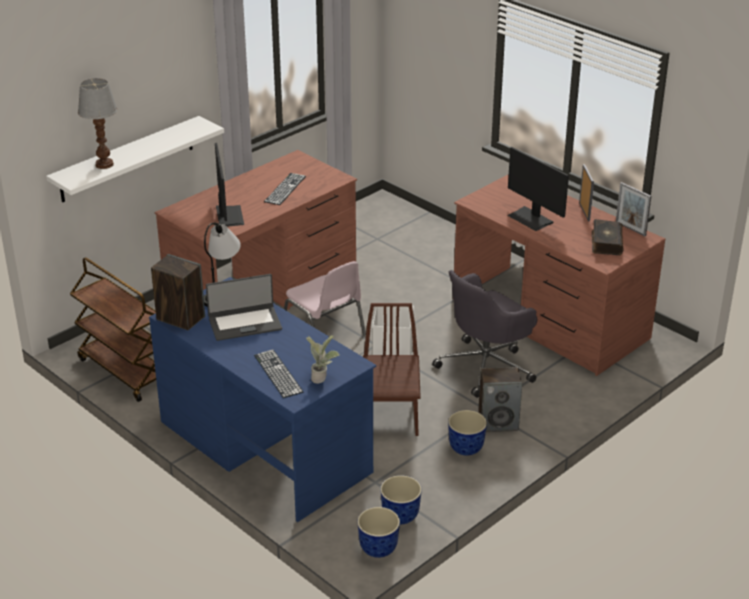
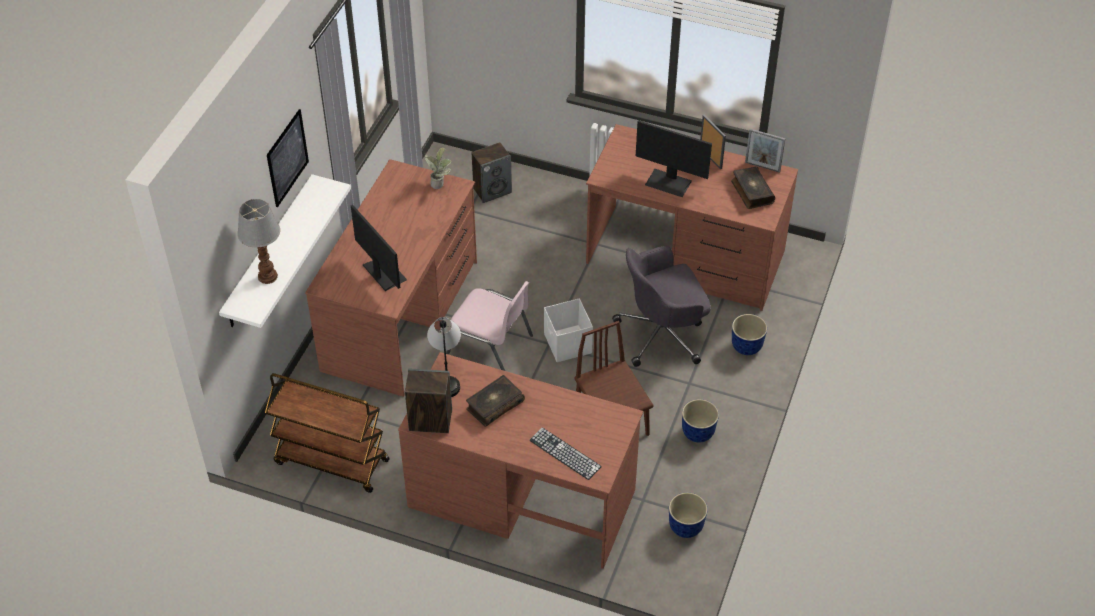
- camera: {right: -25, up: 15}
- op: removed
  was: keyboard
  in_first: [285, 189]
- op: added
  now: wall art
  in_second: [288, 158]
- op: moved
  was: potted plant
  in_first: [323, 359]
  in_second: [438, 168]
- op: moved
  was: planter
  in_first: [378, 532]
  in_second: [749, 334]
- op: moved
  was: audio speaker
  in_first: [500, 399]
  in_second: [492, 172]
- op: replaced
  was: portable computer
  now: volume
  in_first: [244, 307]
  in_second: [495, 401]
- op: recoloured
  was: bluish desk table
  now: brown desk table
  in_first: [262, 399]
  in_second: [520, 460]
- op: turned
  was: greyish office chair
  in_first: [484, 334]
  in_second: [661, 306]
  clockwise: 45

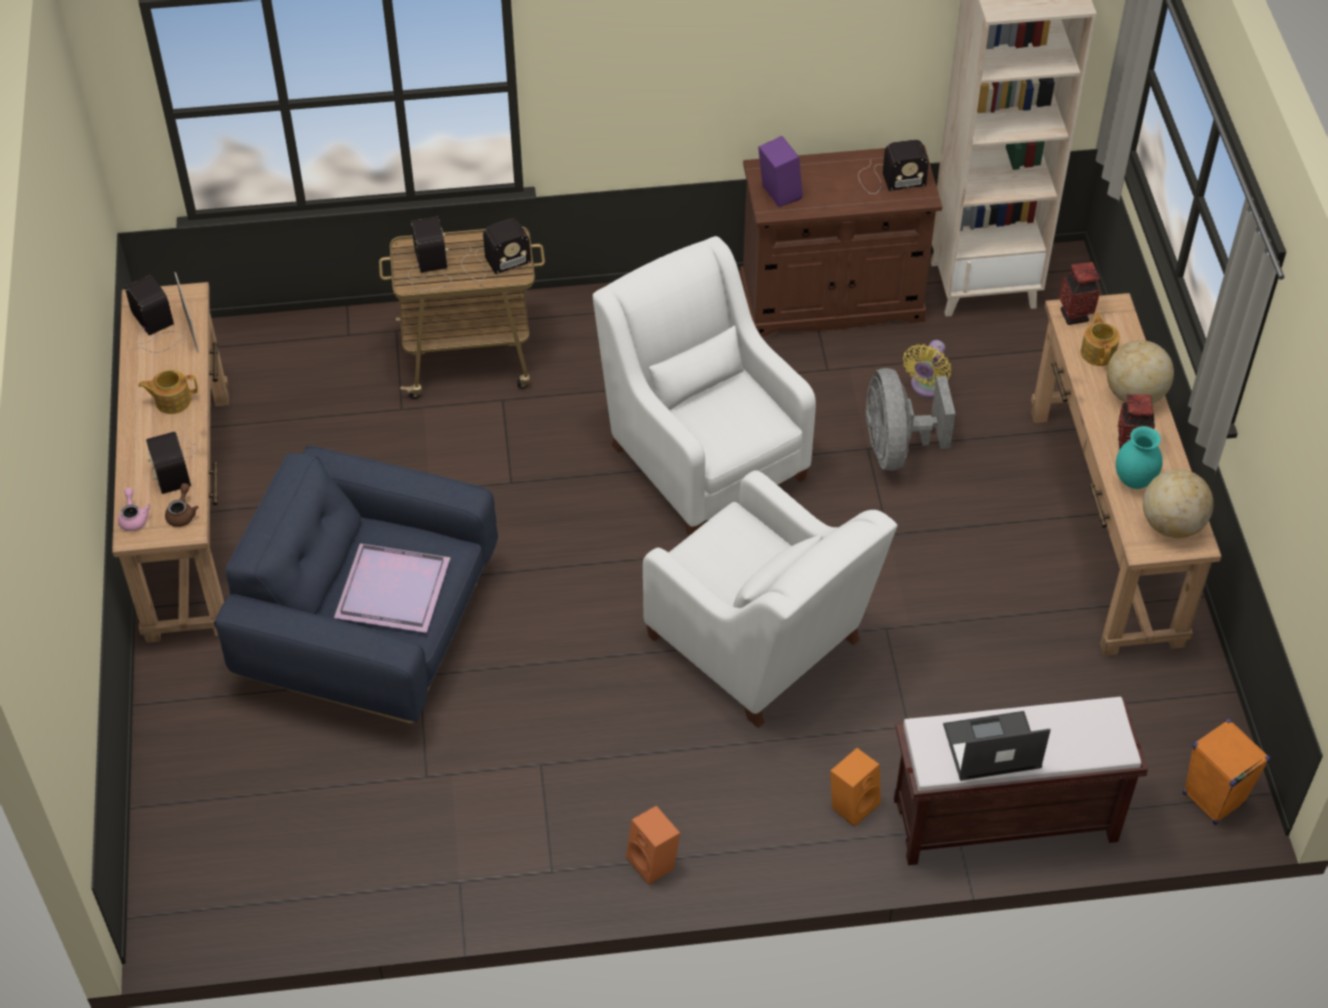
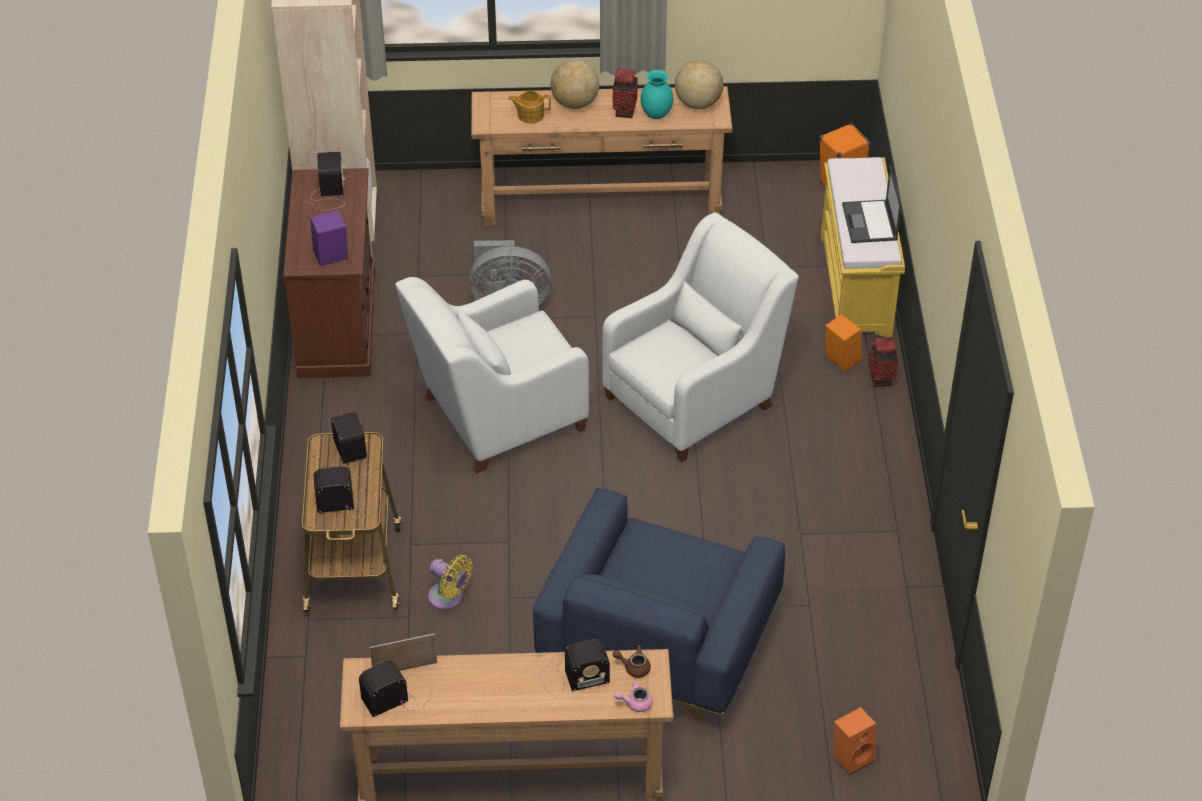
- camera: {right: -85, up: -5}
- op: removed
  was: teapot
  in_first: [168, 392]
- op: removed
  was: purple-coloured carrying tray
  in_first: [392, 588]
- op: moved
  was: orangey audio speaker
  in_first: [653, 845]
  in_second: [855, 741]
- op: moved
  was: yellow fan
  in_first: [927, 369]
  in_second: [450, 582]
- op: moved
  was: vase
  in_first: [1079, 293]
  in_second: [883, 362]
- op: recoloured
  was: brown bench
  now: yellow bench
  in_first: [1021, 781]
  in_second: [863, 247]

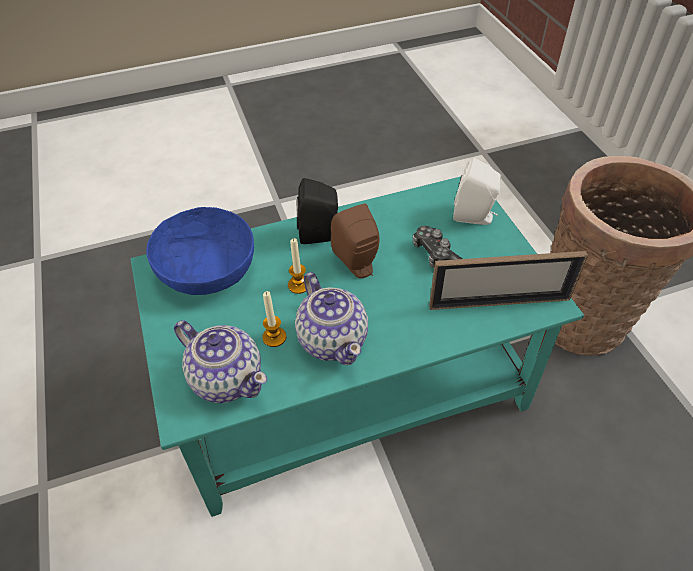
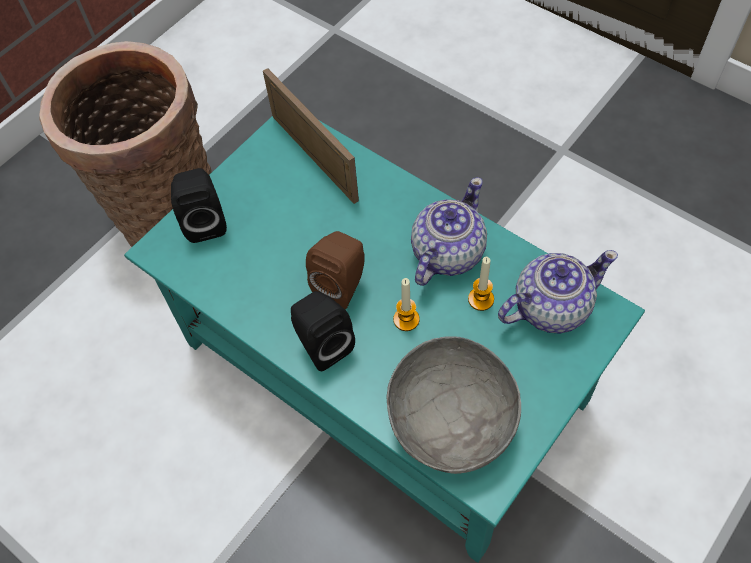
- camera: {right: -120, up: 10}
- op: removed
  was: game controller
  in_first: [437, 246]
- op: recoloured
  was: bluish bowl
  now: greyish bowl
  in_first: [200, 251]
  in_second: [453, 405]
- op: recoloured
  was: whitish audio speaker
  now: black-coloured audio speaker
  in_first: [477, 191]
  in_second: [199, 205]
- op: turned
  was: teapot
  in_first: [220, 361]
  in_second: [558, 292]
  clockwise: 60

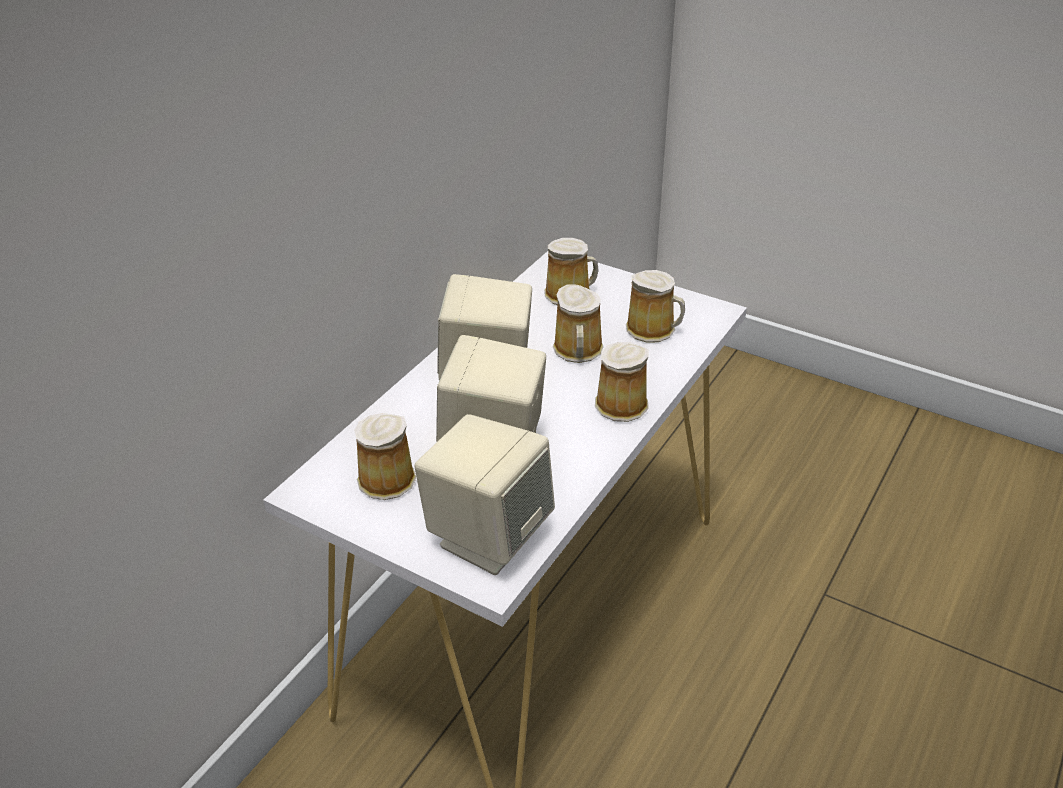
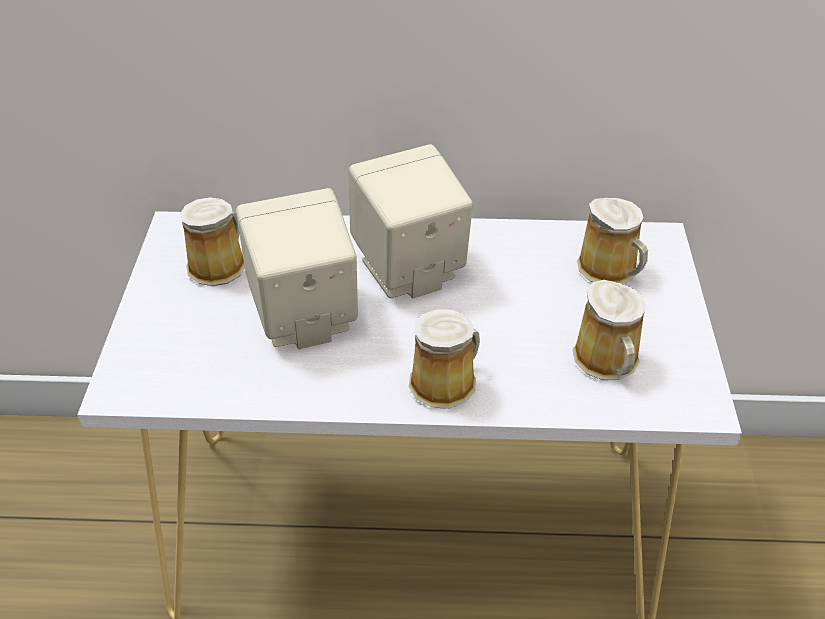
- camera: {right: 60, up: 5}
- op: removed
  was: sand-coloured audio speaker
  in_first: [485, 494]
- op: removed
  was: mug
  in_first: [578, 323]

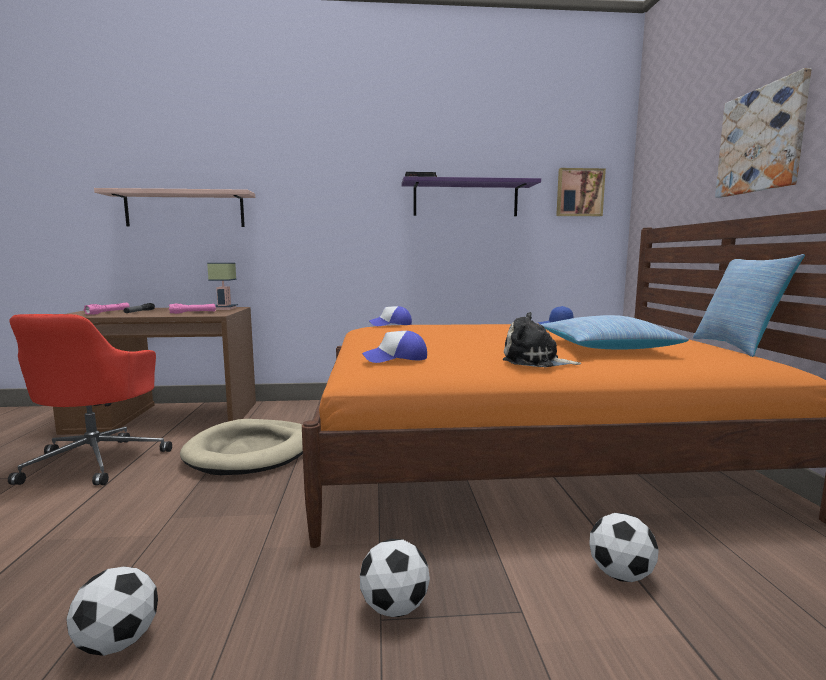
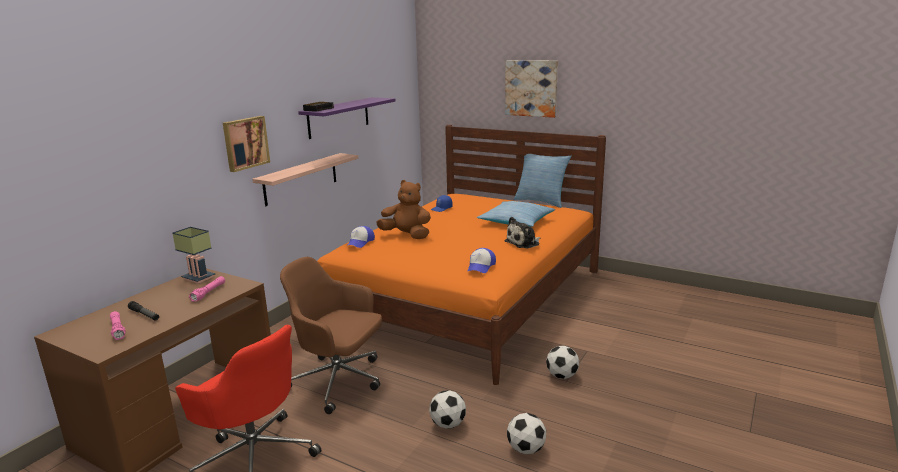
- camera: {right: -55, up: 10}
- op: added
  now: brown plush toy
  in_second: [403, 209]
- op: moved
  was: wall shelf
  in_first: [174, 207]
  in_second: [305, 179]
- op: moved
  was: wall art
  in_first: [581, 192]
  in_second: [246, 144]
- op: moved
  was: football
  in_first: [624, 547]
  in_second: [447, 409]
- op: replaced
  was: sand-coloured dog cushion
  now: brown office chair
  in_first: [241, 447]
  in_second: [331, 335]

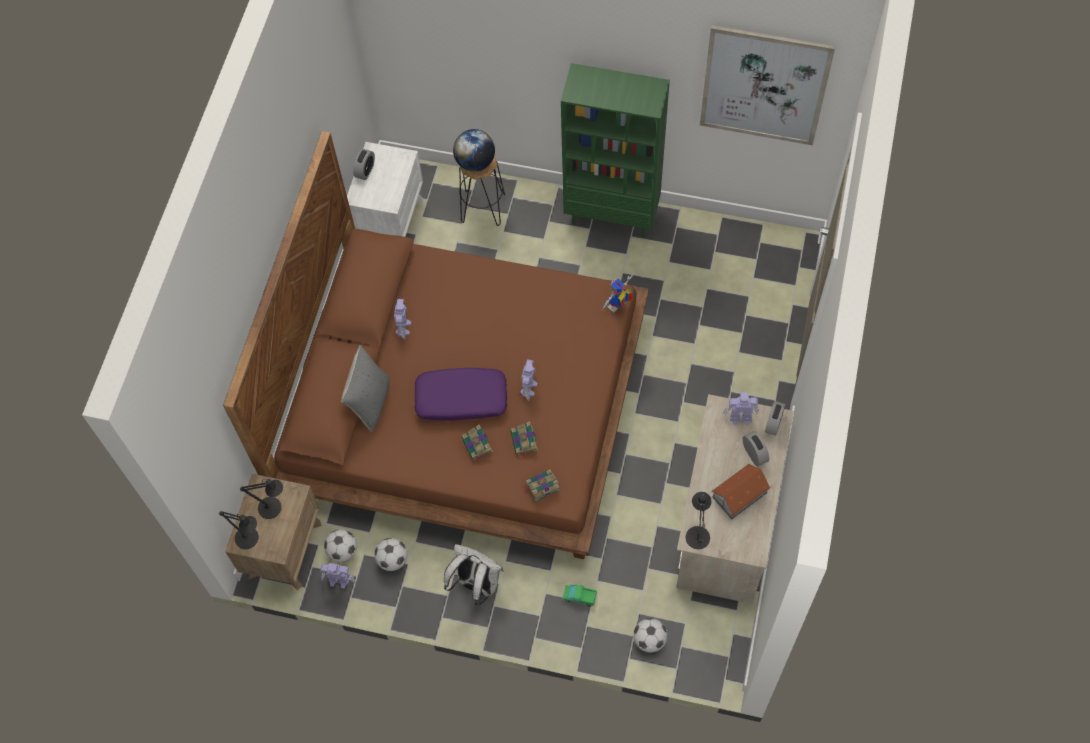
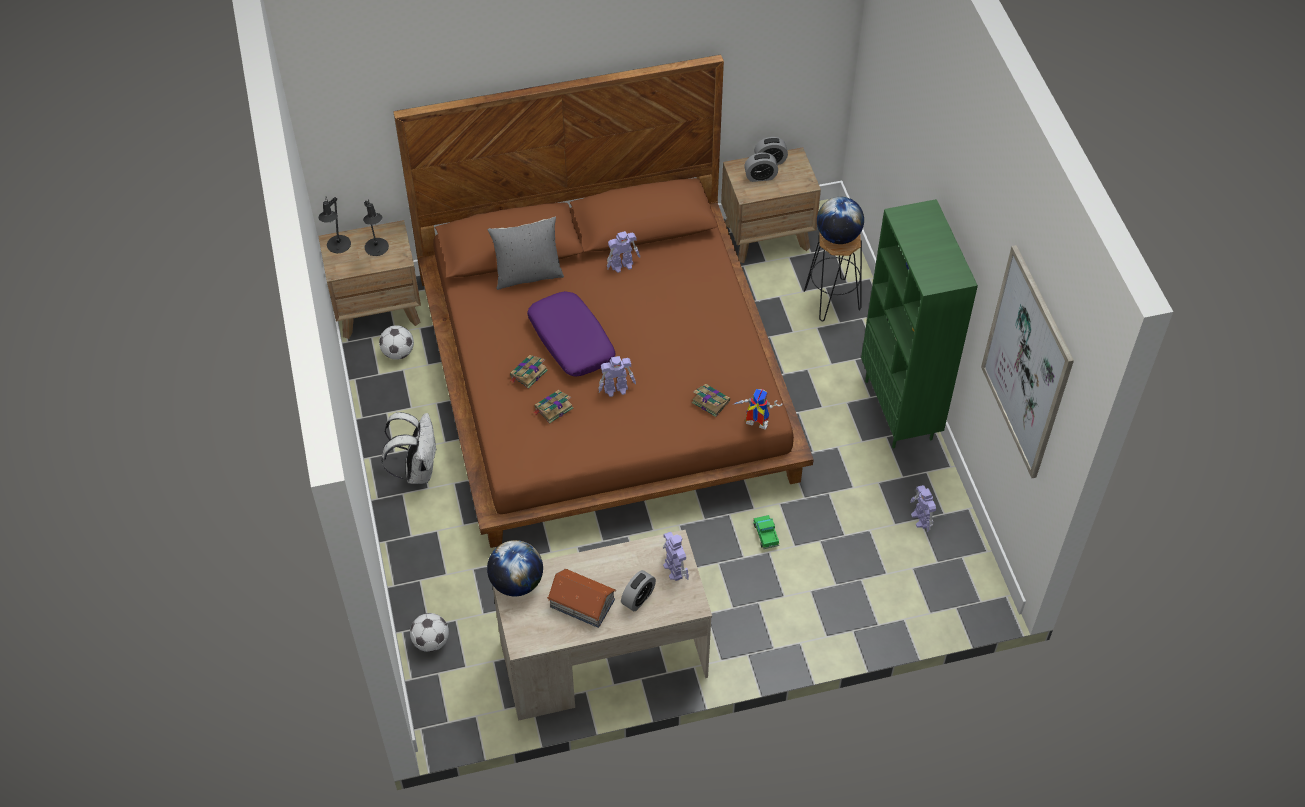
- camera: {right: 60, up: -10}
- op: removed
  was: football
  in_first: [391, 554]
- op: moved
  was: toy robot
  in_first: [337, 575]
  in_second: [923, 508]
- op: moved
  was: volume
  in_first: [541, 485]
  in_second: [711, 400]
- op: moved
  was: toy truck
  in_first: [579, 596]
  in_second: [766, 532]
- op: moved
  was: table clock
  in_first: [775, 418]
  in_second: [761, 167]
- op: replaced
  was: black-coloured table lamp
  now: desk globe
  in_first: [698, 520]
  in_second: [515, 568]
- op: recoloured
  was: whitish night table
  now: brown night table
  in_first: [385, 189]
  in_second: [771, 205]

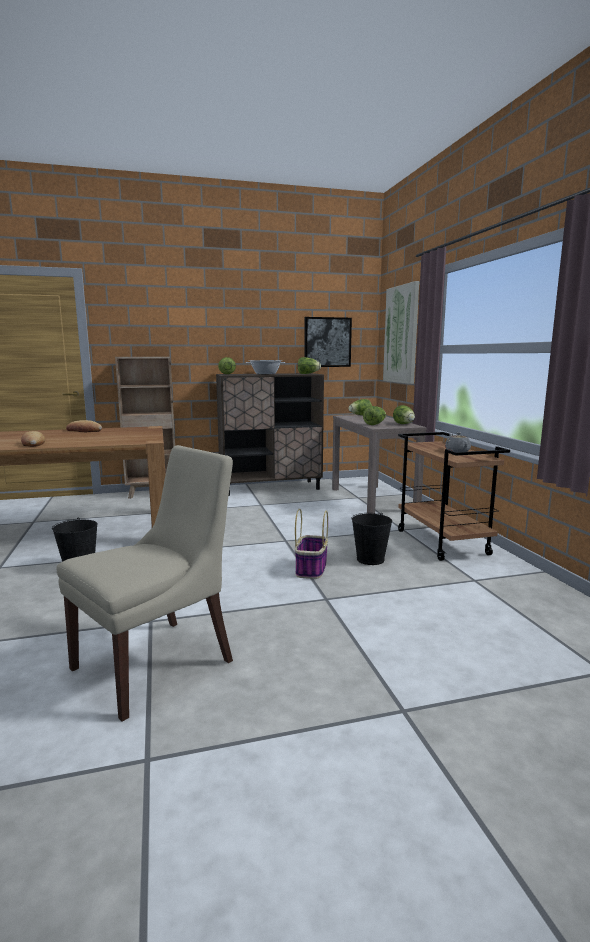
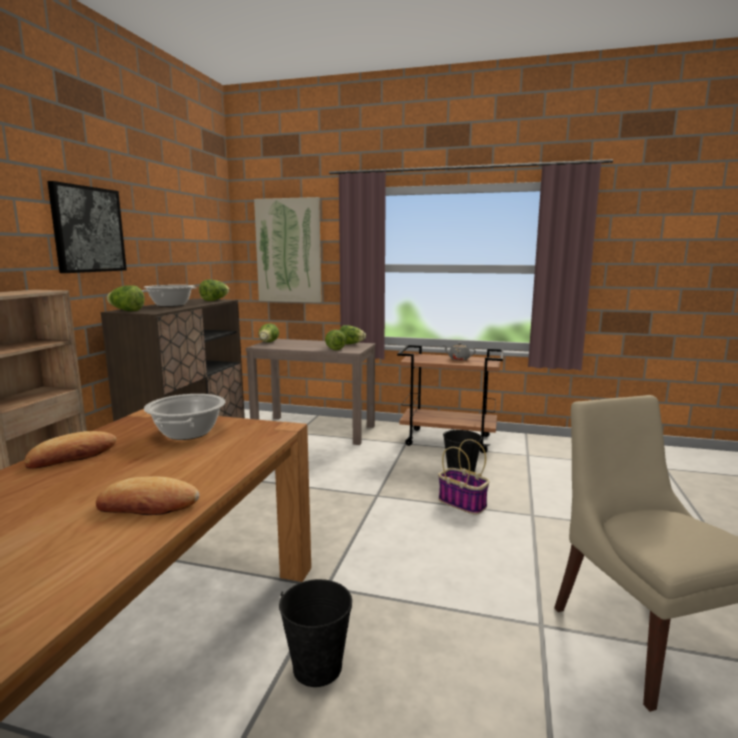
- camera: {right: -60, up: 0}
- op: added
  now: stockpot
  in_second: [184, 417]
- op: moved
  was: wall art
  in_first: [328, 342]
  in_second: [87, 227]

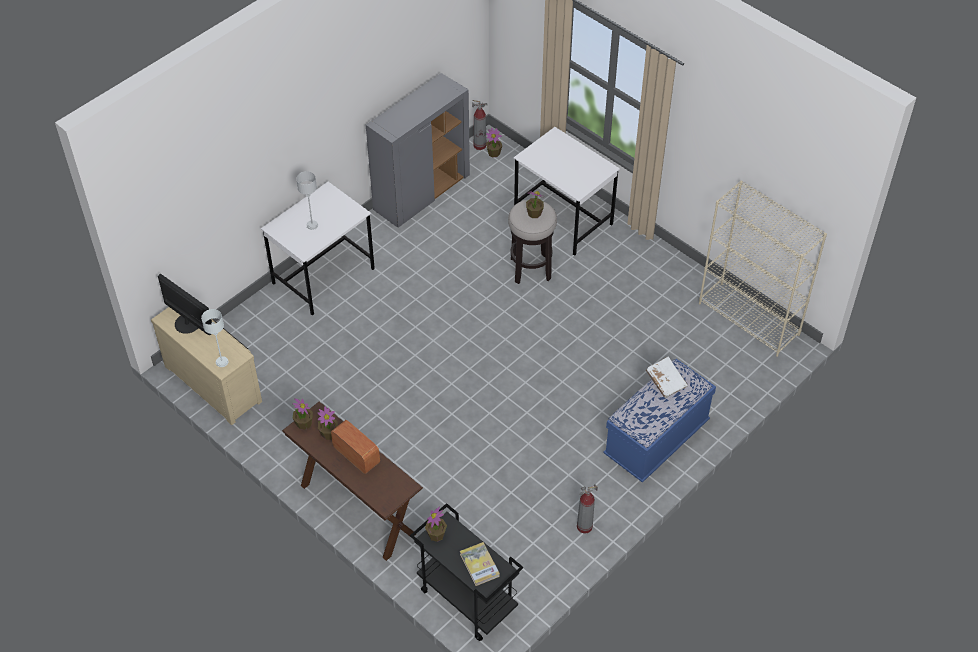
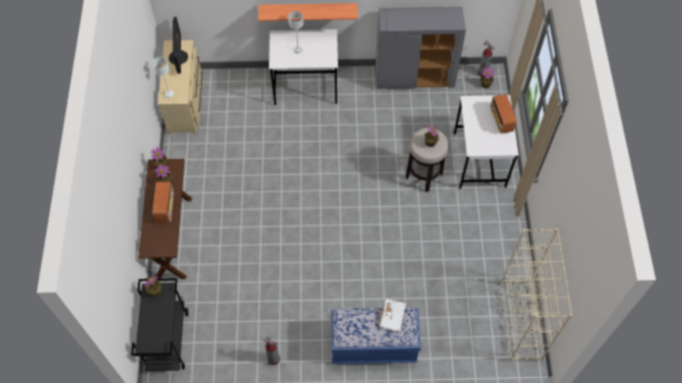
- camera: {right: 45, up: 10}
- op: removed
  was: volume
  in_first: [480, 564]
- op: added
  now: wall shelf
  in_second: [308, 12]
- op: added
  now: radio receiver
  in_second: [503, 114]

